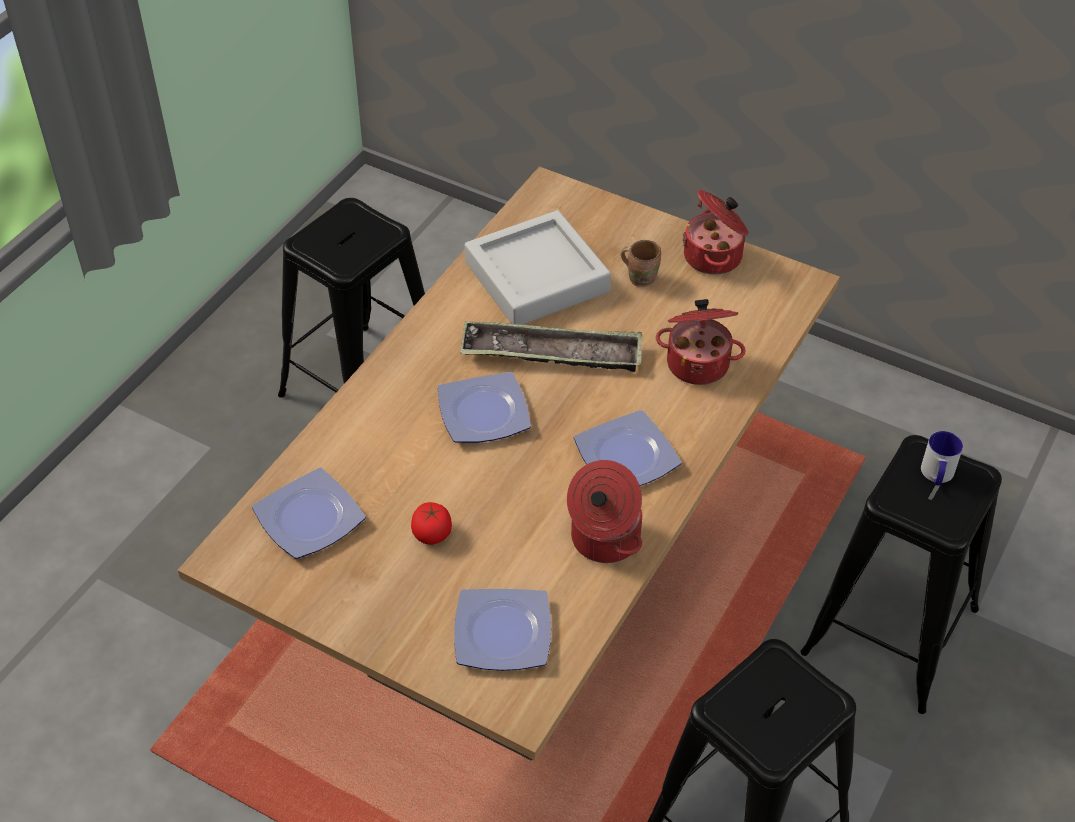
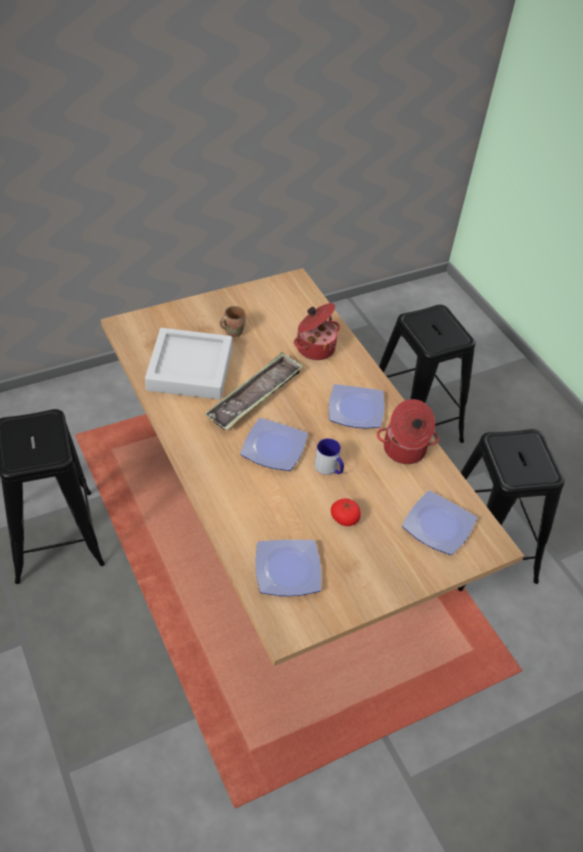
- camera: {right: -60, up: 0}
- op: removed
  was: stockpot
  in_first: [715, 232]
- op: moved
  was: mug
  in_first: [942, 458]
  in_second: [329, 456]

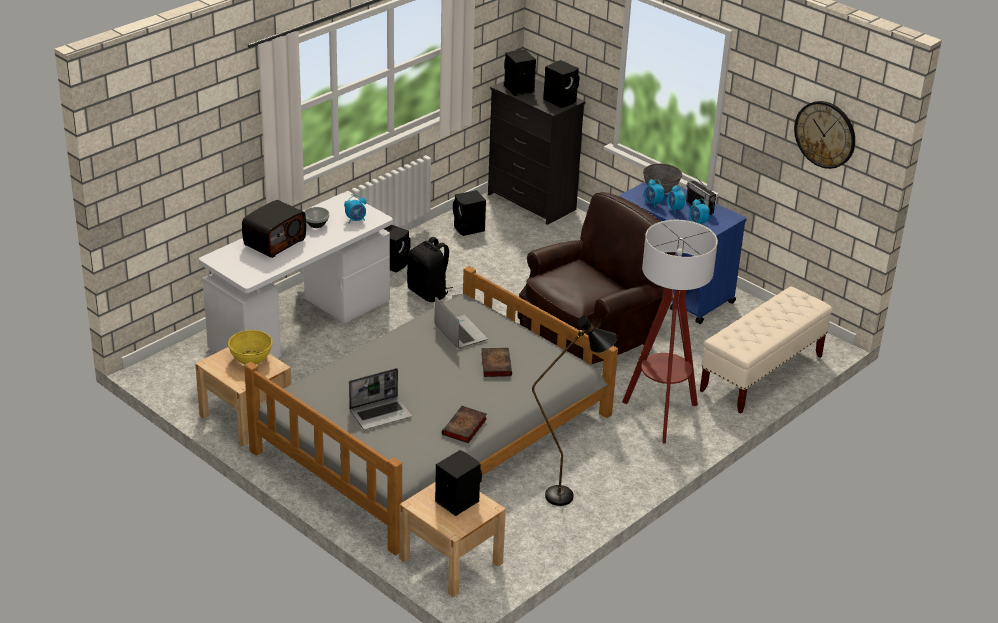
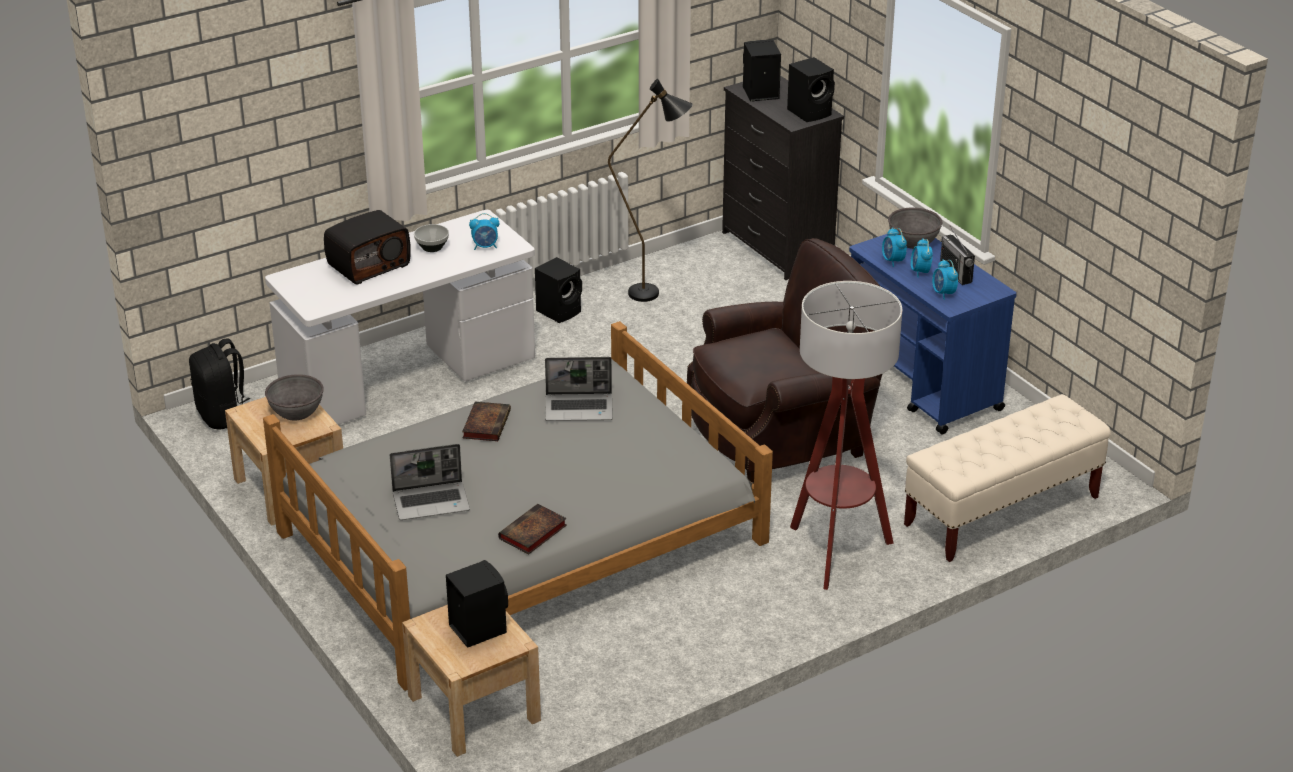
- camera: {right: 15, up: 0}
- op: removed
  was: black-coloured audio speaker
  in_first: [469, 213]
- op: removed
  was: wall clock
  in_first: [824, 135]
- op: moved
  was: black-coloured rucksack
  in_first: [430, 269]
  in_second: [219, 384]
- op: moved
  was: volume
  in_first: [496, 362]
  in_second: [486, 421]
- op: moved
  was: black-coloured standing lamp
  in_first: [574, 410]
  in_second: [650, 190]
- op: recoloured
  was: yellow bowl
  now: greyish bowl
  in_first: [250, 347]
  in_second: [294, 397]
- op: turned
  was: portable computer
  in_first: [461, 322]
  in_second: [579, 389]
  clockwise: 105

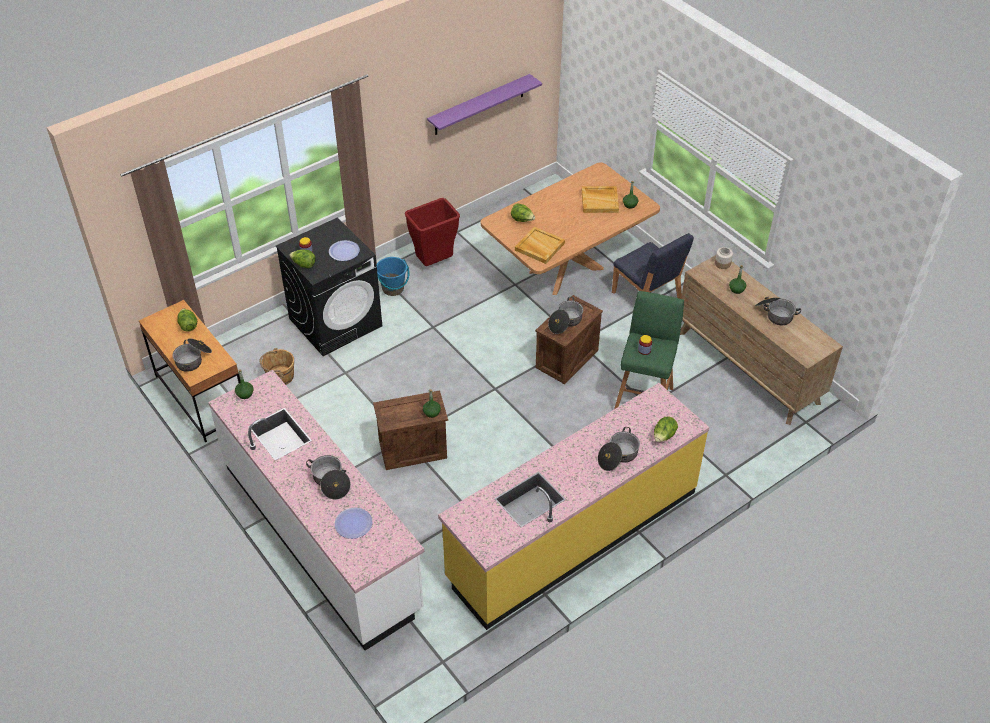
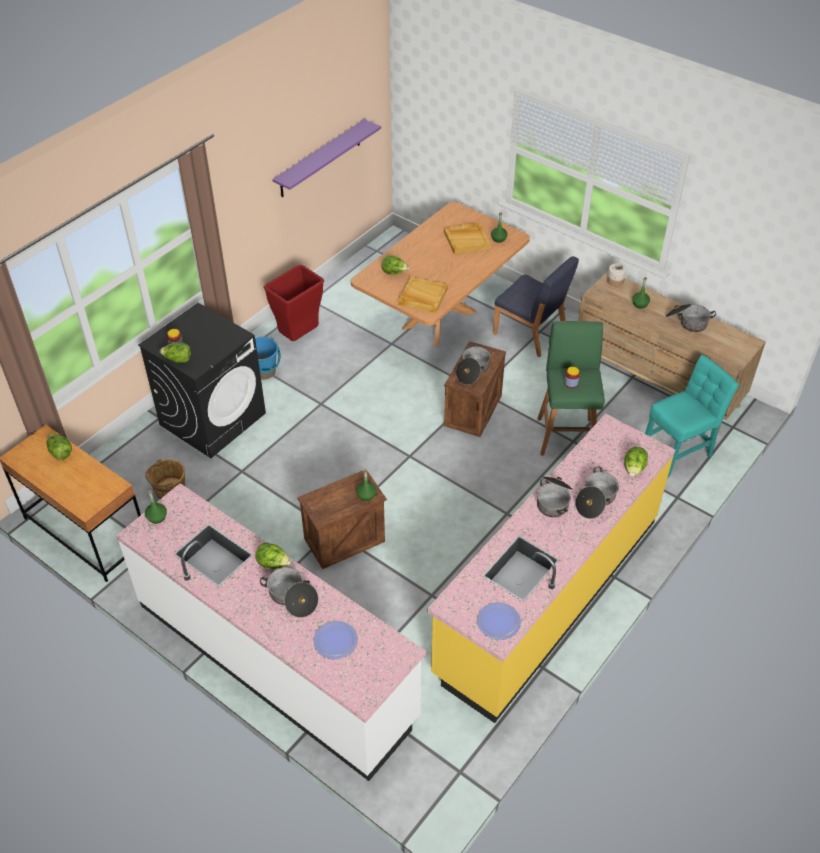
- camera: {right: -15, up: 0}
- op: added
  now: head of lettuce
  in_second: [273, 555]
- op: added
  now: blue-green upright chair
  in_second: [692, 416]
- op: moved
  was: stockpot
  in_first: [192, 355]
  in_second: [555, 497]
- op: moved
  was: plate
  in_first: [344, 250]
  in_second: [499, 621]

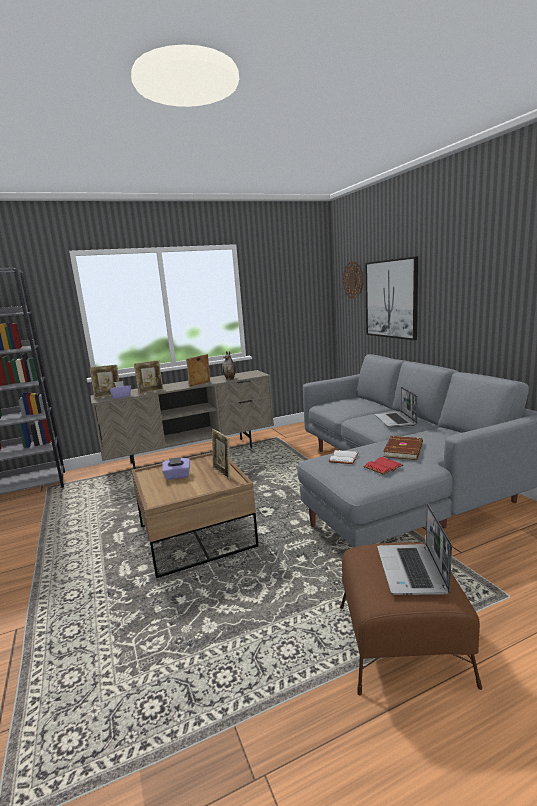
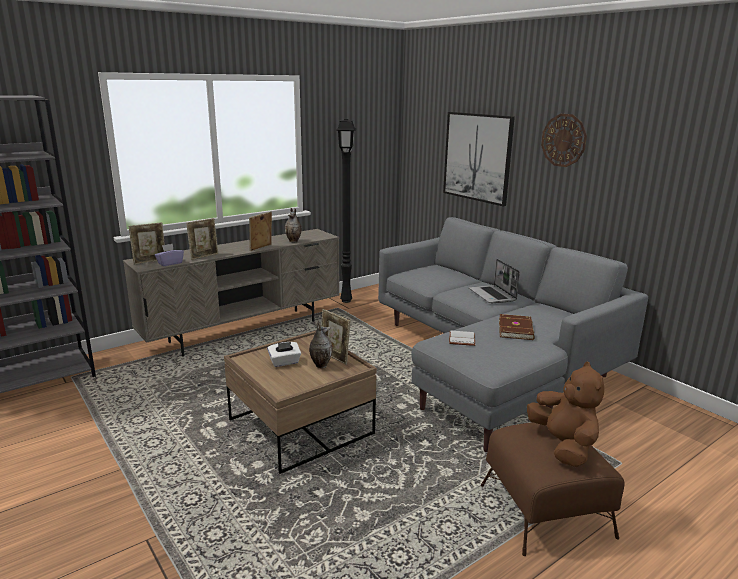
- camera: {right: -15, up: 5}
- op: removed
  was: red volume
  in_first: [383, 466]
- op: added
  now: vase
  in_second: [320, 344]
- op: added
  now: black-coloured standing lamp
  in_second: [346, 211]
- op: moved
  was: wall clock
  in_first: [353, 279]
  in_second: [564, 140]
- op: replaced
  was: portable computer
  now: brown plush toy
  in_first: [414, 549]
  in_second: [565, 414]
- op: recoloured
  was: purple-coloured box of tissues
  now: whitish box of tissues
  in_first: [176, 468]
  in_second: [284, 354]

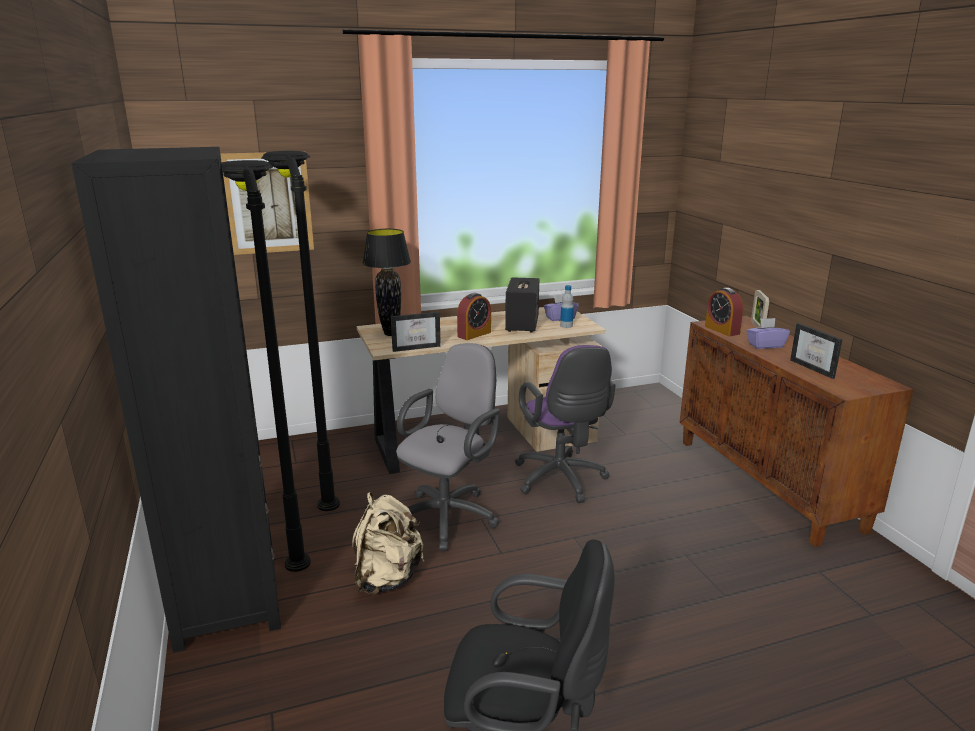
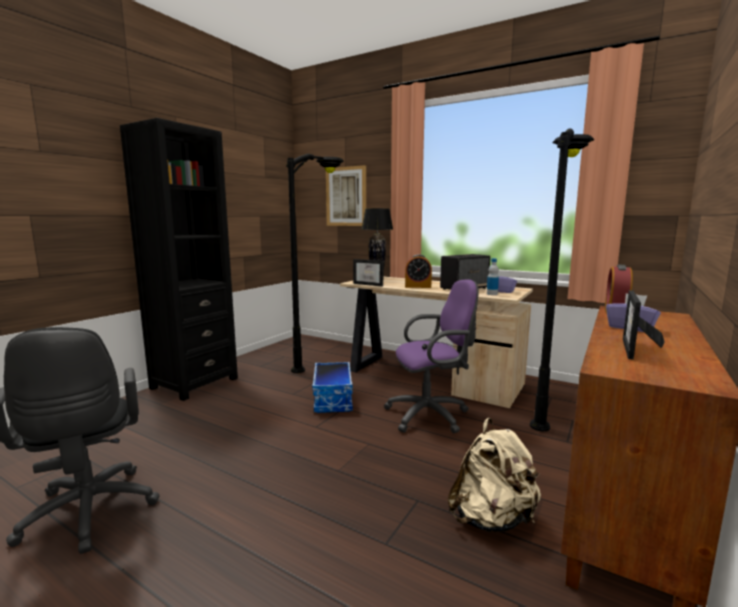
- camera: {right: 50, up: -10}
- op: removed
  was: standing frame
  in_first: [760, 309]
- op: moved
  was: black-coloured standing lamp
  in_first: [266, 366]
  in_second: [562, 279]
- op: moved
  was: sand-coloured rucksack
  in_first: [388, 543]
  in_second: [494, 475]
- op: replaced
  was: greyish office chair
  now: storage container
  in_first: [448, 447]
  in_second: [332, 387]
- op: turned
  was: purple-coloured office chair
  in_first: [565, 424]
  in_second: [431, 356]
  clockwise: -135

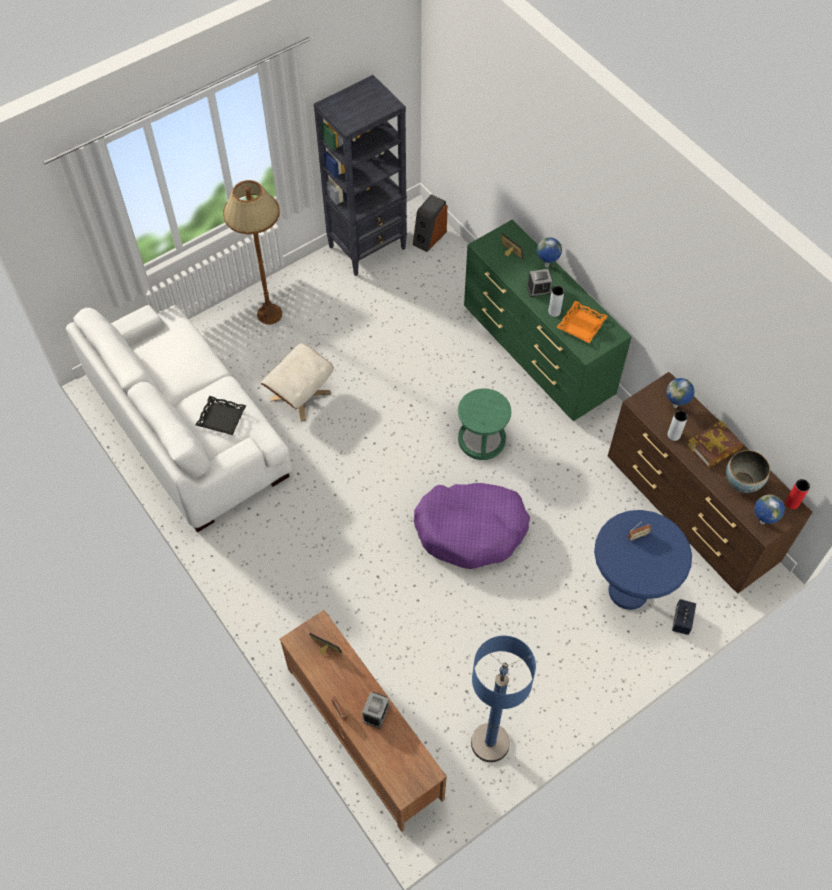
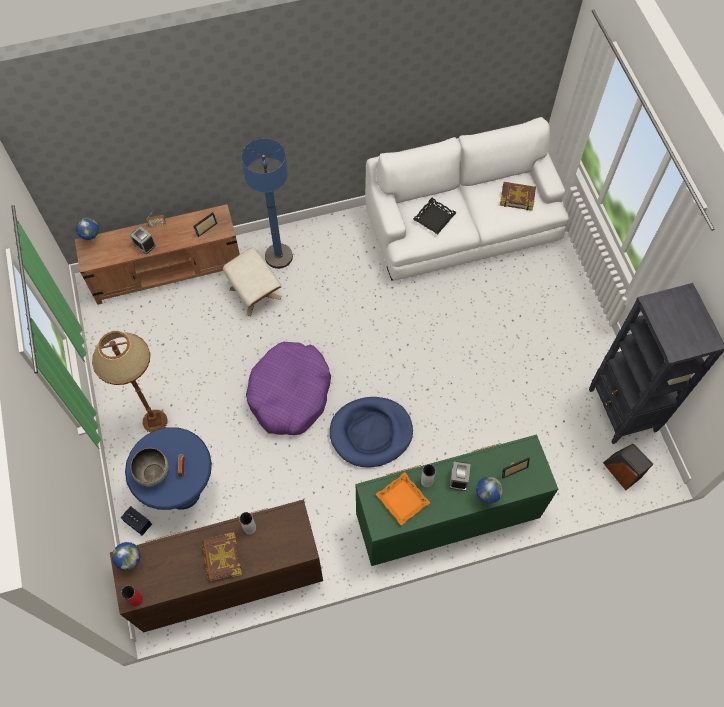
- camera: {right: 110, up: 5}
- op: added
  now: volume
  in_second: [518, 196]
- op: moved
  was: brown standing lamp
  in_first: [252, 252]
  in_second: [130, 381]
- op: moved
  was: sand-coloured ottoman
  in_first: [297, 382]
  in_second: [252, 282]
- op: moved
  was: bluish standing lamp
  in_first: [503, 699]
  in_second: [267, 203]
- op: moved
  was: desk globe
  in_first: [680, 393]
  in_second: [87, 230]
- op: moved
  was: bowl
  in_first: [748, 471]
  in_second: [150, 467]
- op: replaced
  was: green sitting stool
  now: bluish dog cushion
  in_first: [484, 424]
  in_second: [371, 432]

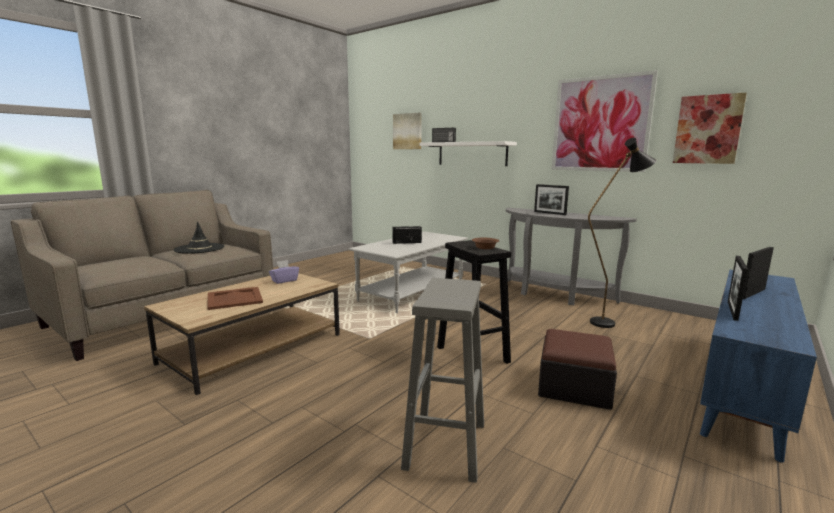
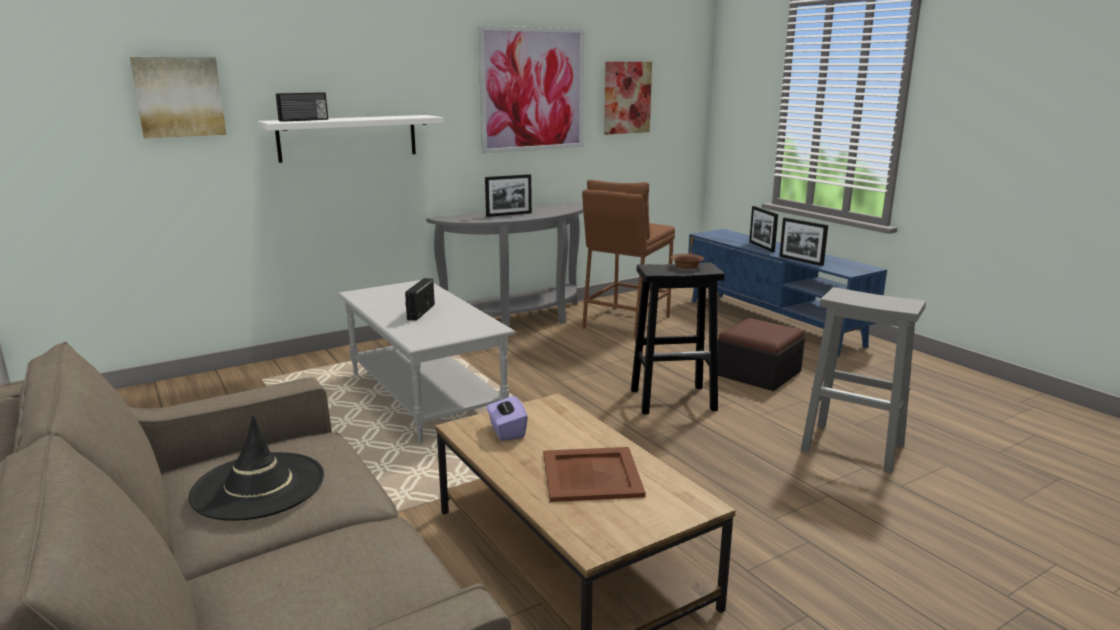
- camera: {right: -70, up: 5}
- op: replaced
  was: black-coloured standing lamp
  now: brown sitting stool
  in_first: [622, 233]
  in_second: [628, 259]

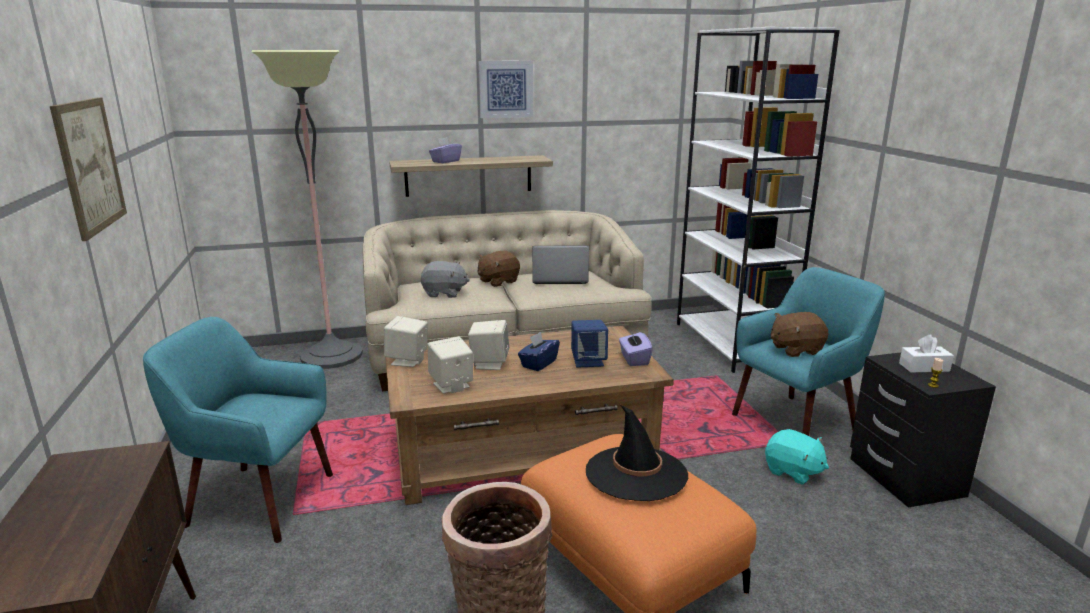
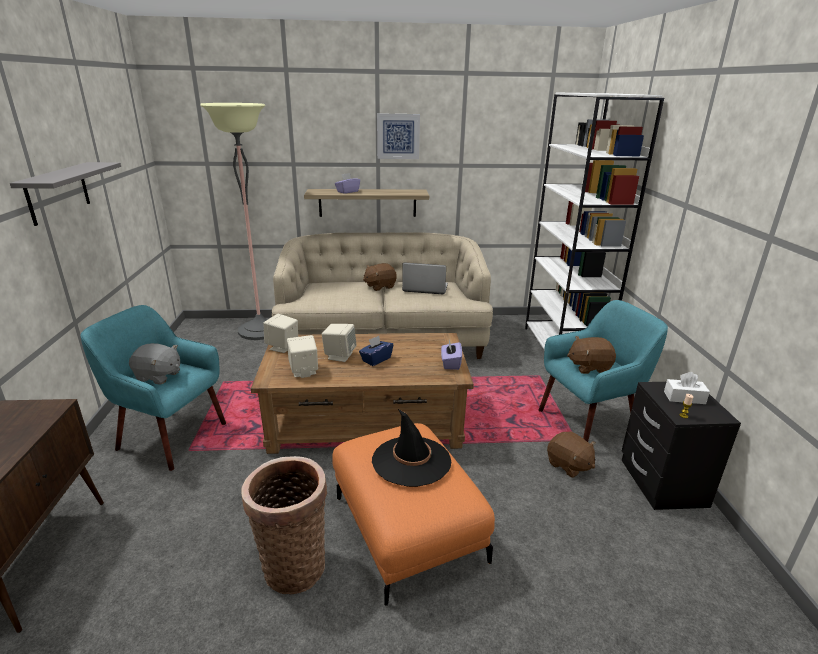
- camera: {right: 10, up: 5}
- op: removed
  was: bluish audio speaker
  in_first: [589, 344]
- op: moved
  was: greyish plush toy
  in_first: [445, 279]
  in_second: [154, 364]
- op: replaced
  was: wall art
  now: greyish wall shelf
  in_first: [88, 169]
  in_second: [65, 194]
- op: recoloured
  was: blue-green plush toy
  now: brown plush toy
  in_first: [797, 457]
  in_second: [571, 454]

